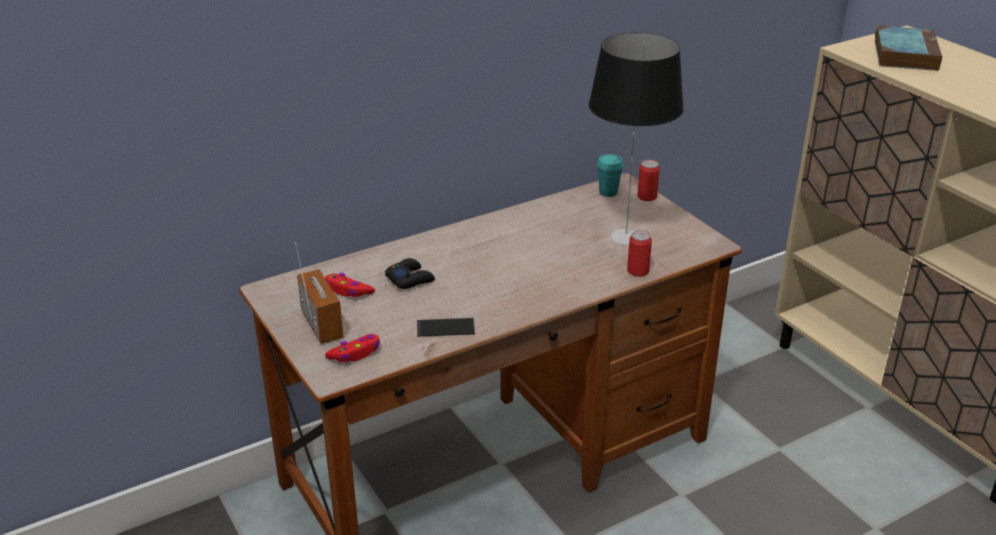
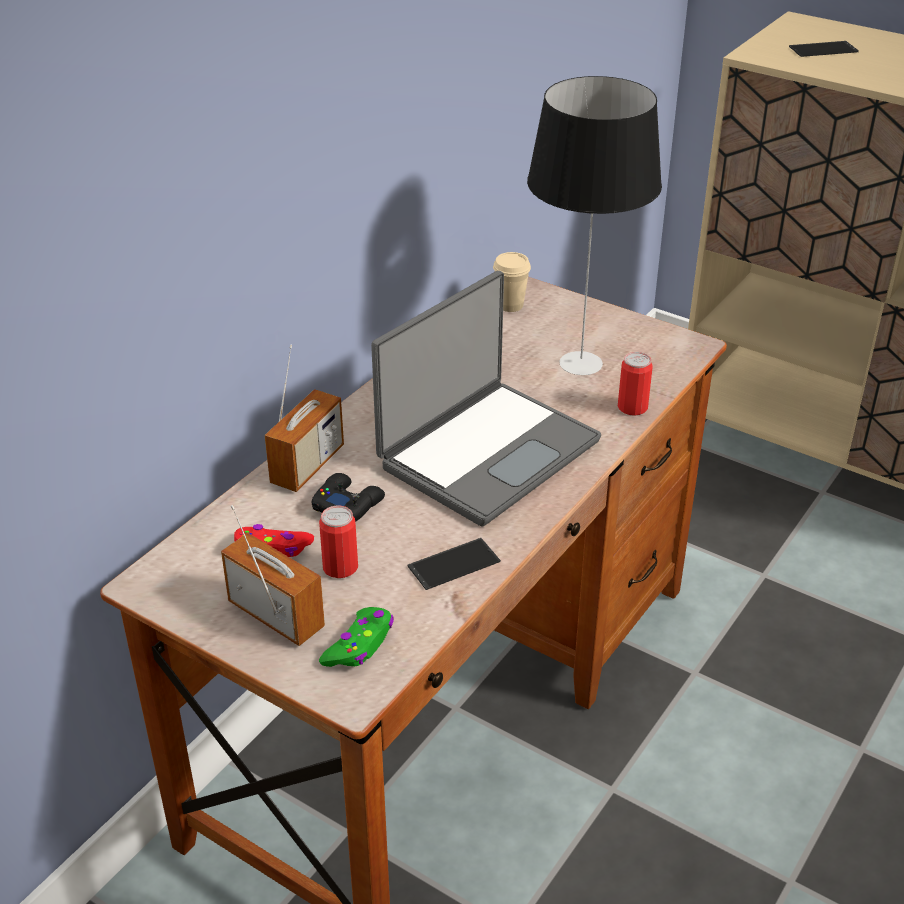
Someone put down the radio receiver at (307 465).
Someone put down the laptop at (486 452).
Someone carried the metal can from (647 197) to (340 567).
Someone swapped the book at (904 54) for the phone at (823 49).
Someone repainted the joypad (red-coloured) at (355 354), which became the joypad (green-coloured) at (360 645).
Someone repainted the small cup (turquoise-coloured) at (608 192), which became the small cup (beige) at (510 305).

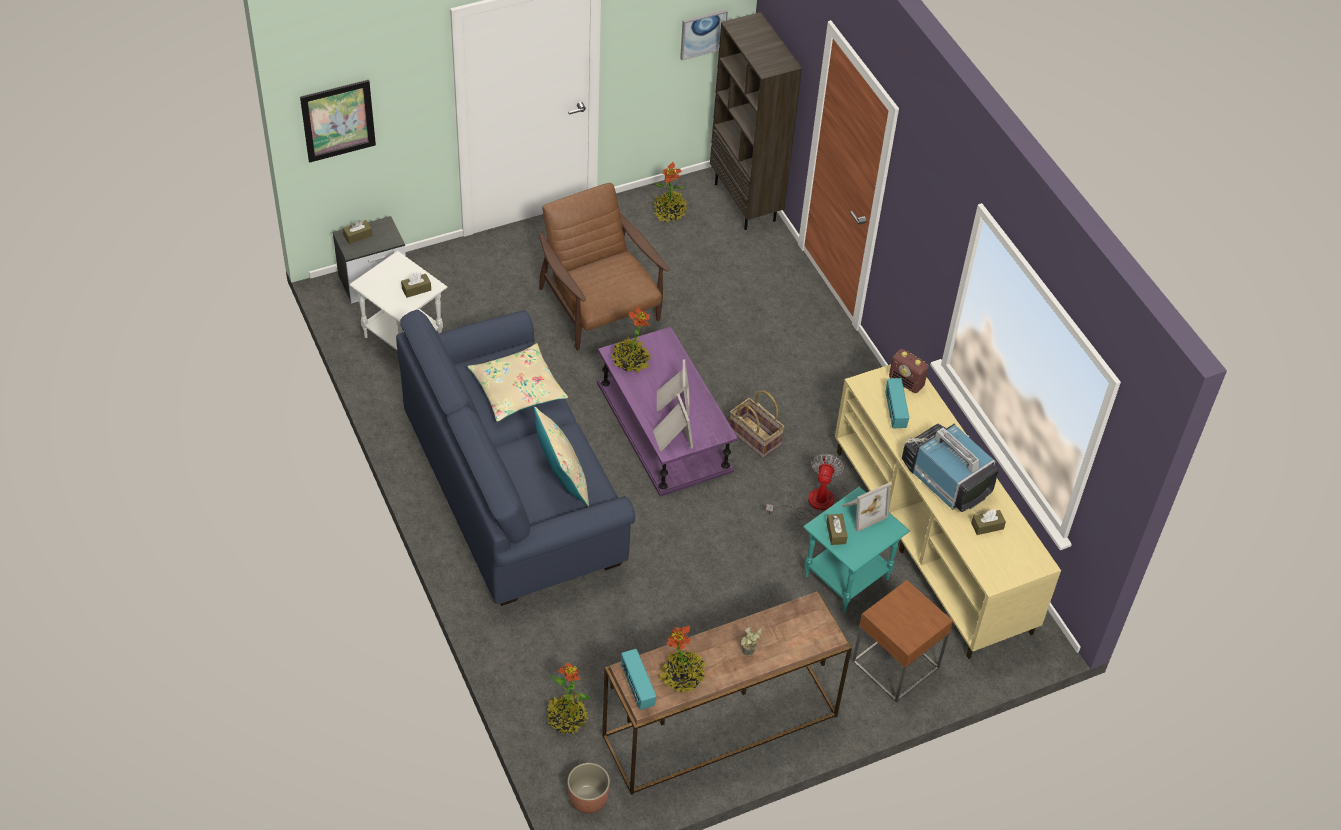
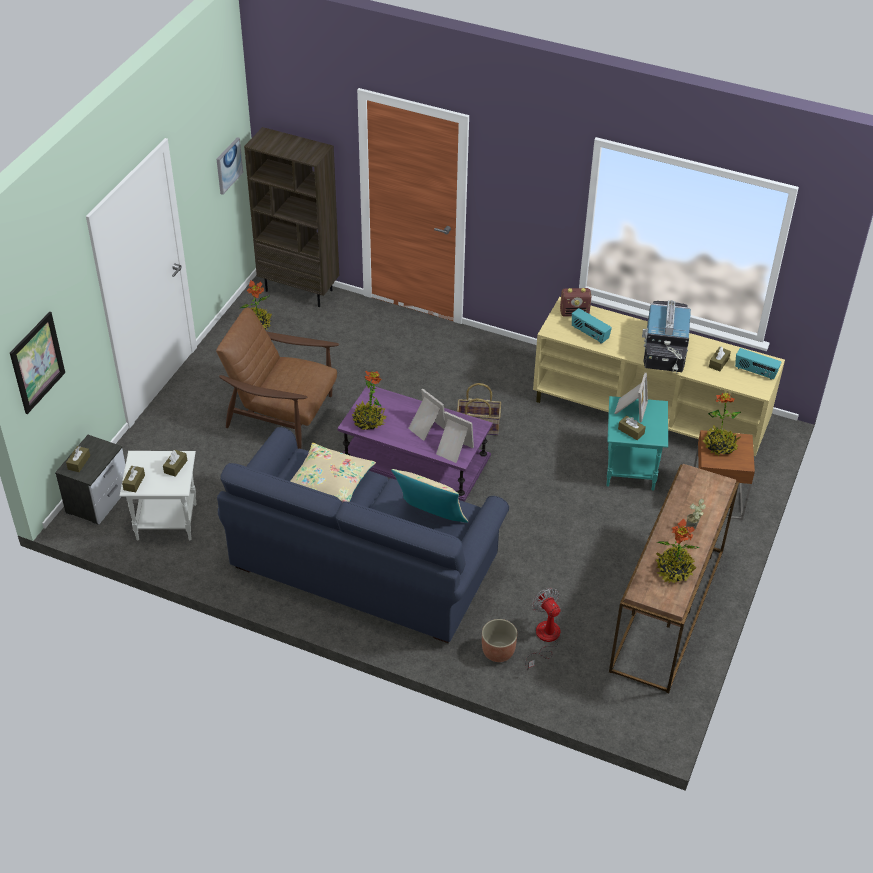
Someone put down the box of tissues (brown) at (134 482).
Someone carried the potted plant from (567 719) to (720 446).
Someone carried the plant pot from (587 799) to (498 651).
Someone carried the radio receiver from (637 688) to (755 372).
Someone carried the cooling fan from (811 503) to (544 639).
Someone rotated the TV set at (945 479) by 90 degrees counterclockwise.

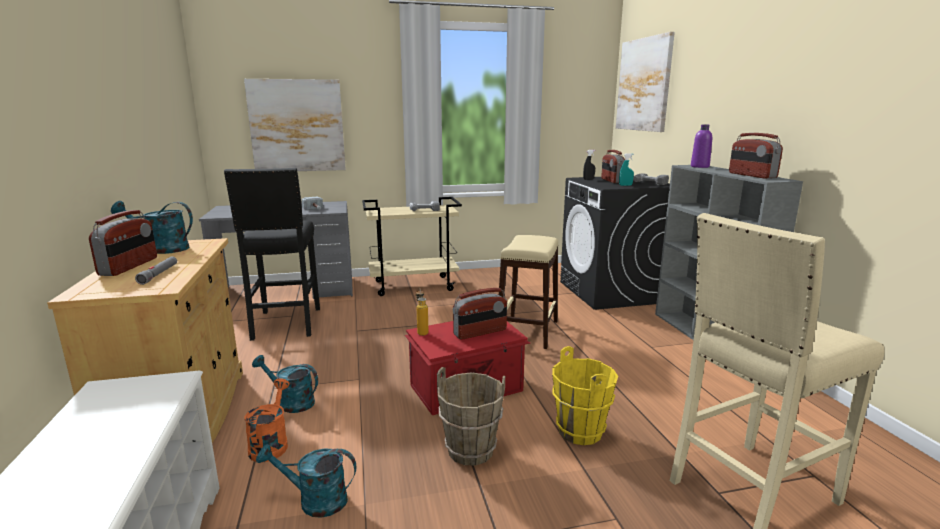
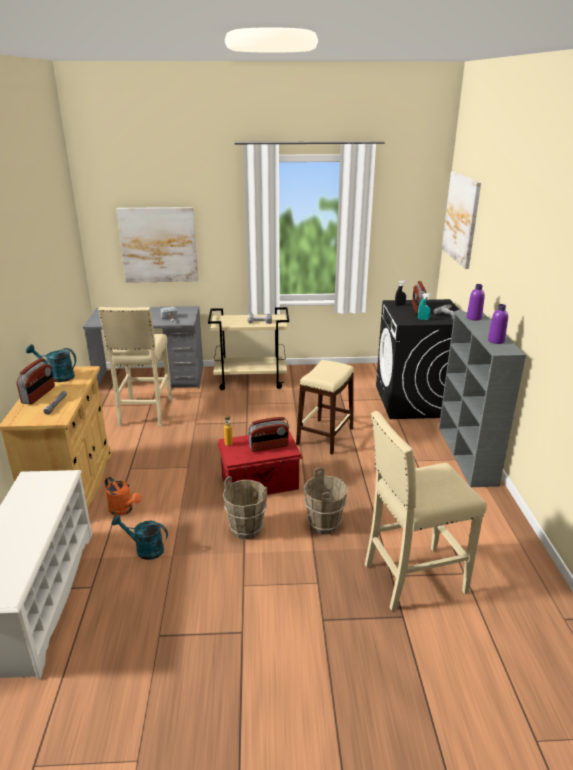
Someone took away the watering can (turquoise-coloured) at (291 402).
Someone swapped the radio receiver at (751 175) for the drink bottle (purple) at (496 341).
Someone repainted the stool seat (blackish) at (286 324), which became the stool seat (beige) at (145 413).
Someone repainted the pail (yellow-coloured) at (580 431), which became the pail (brown) at (324 524).
Someone rotated the watering can (orange-coloured) at (271 444) by 120 degrees clockwise.

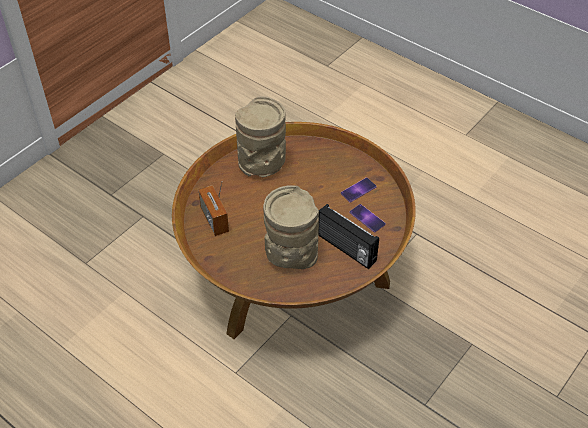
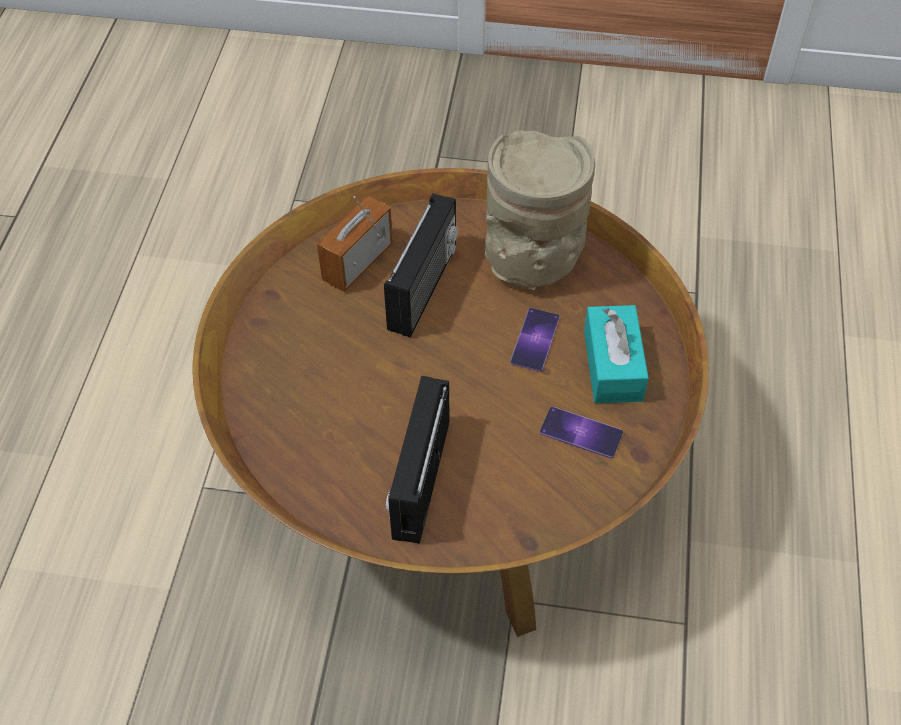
Someone took away the flower vase (beige) at (290 255).
Someone put down the radio receiver at (425 288).
Someone put down the box of tissues (turquoise-coloured) at (612 365).
Someone carried the phone from (367 218) to (535 340).

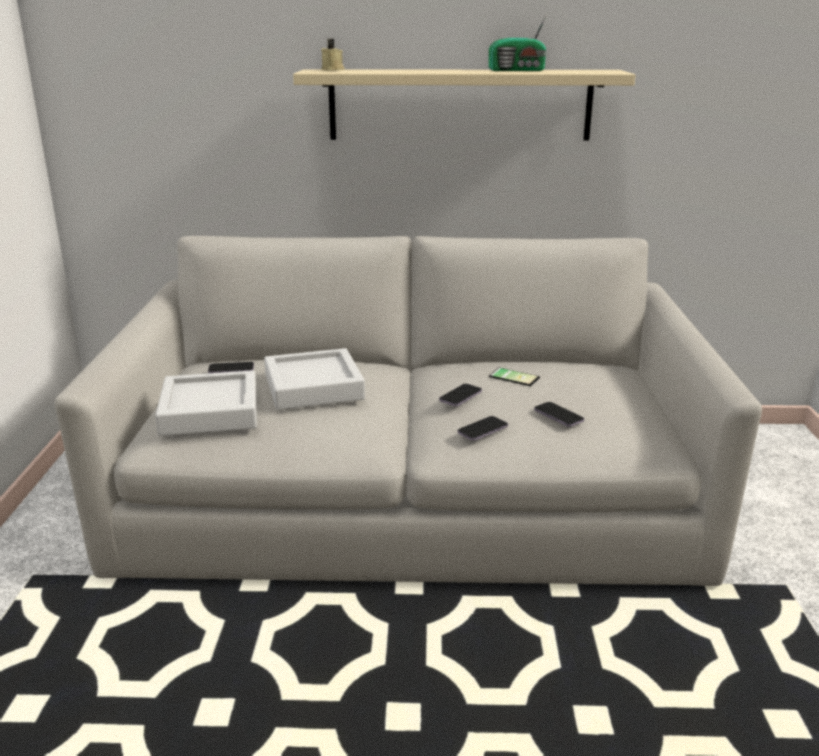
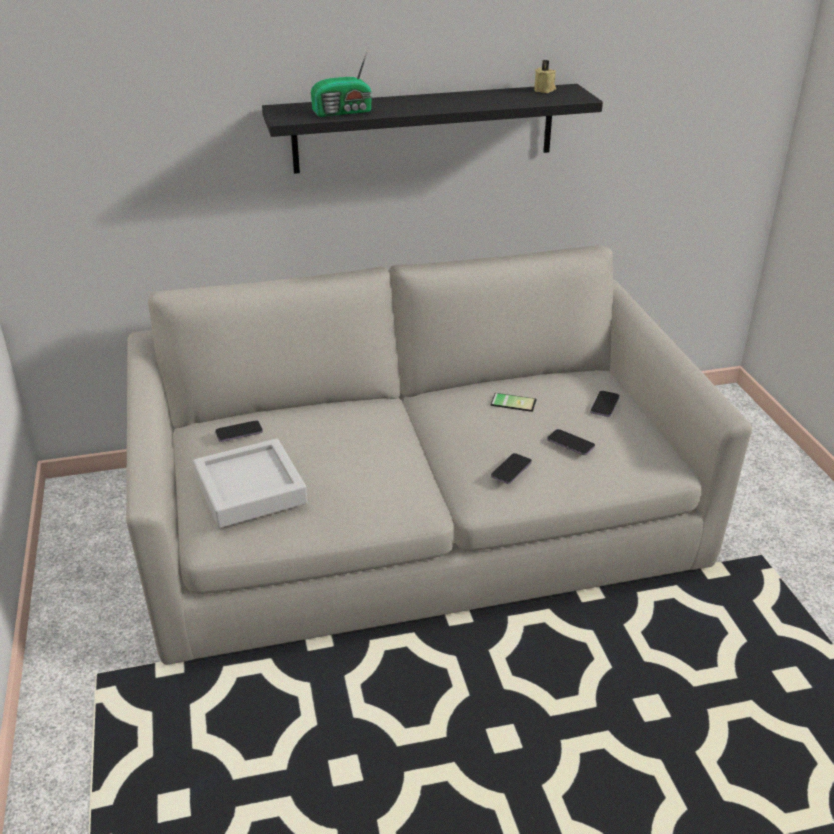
Someone took away the serving tray (gray) at (313 387).
Someone carried the wax light (beige) from (333 70) to (545 90).
Someone carried the phone from (460 396) to (604 405).
Someone carried the radio receiver from (518 70) to (344 112).
Someone repainted the wall shelf (beige) at (460 105), which became the wall shelf (blackish) at (424 128).

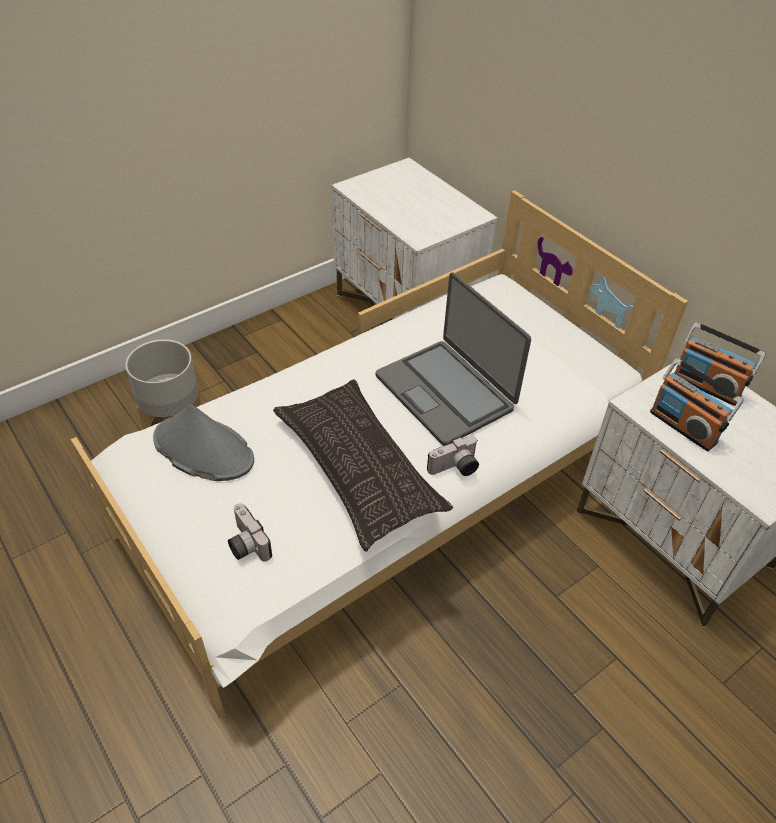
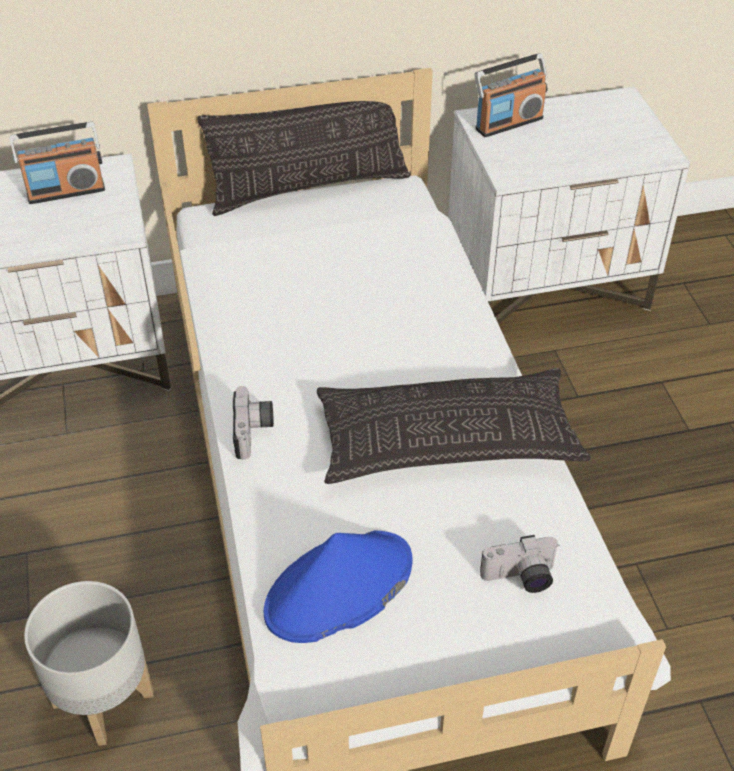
Someone took away the laptop at (446 392).
Someone put down the pillow at (309 188).
Someone carried the photo camera from (455 469) to (254 432).
Someone carried the radio receiver from (683 427) to (66 191).
Someone repainted the clothing hat (gray) at (202 449), which became the clothing hat (blue-coloured) at (339 588).

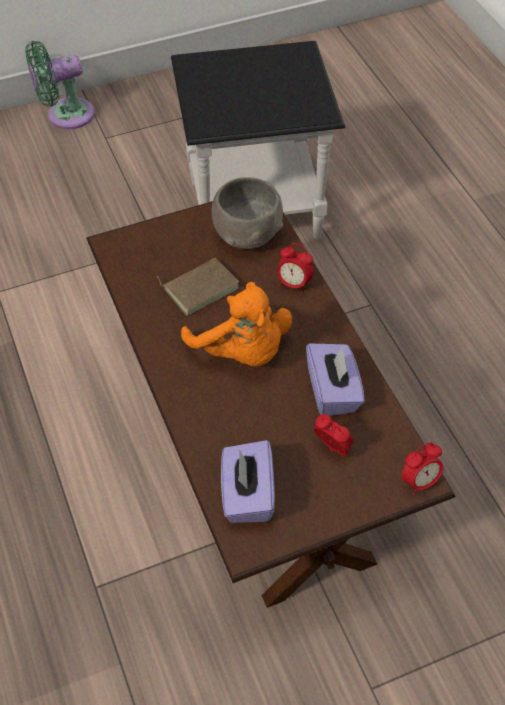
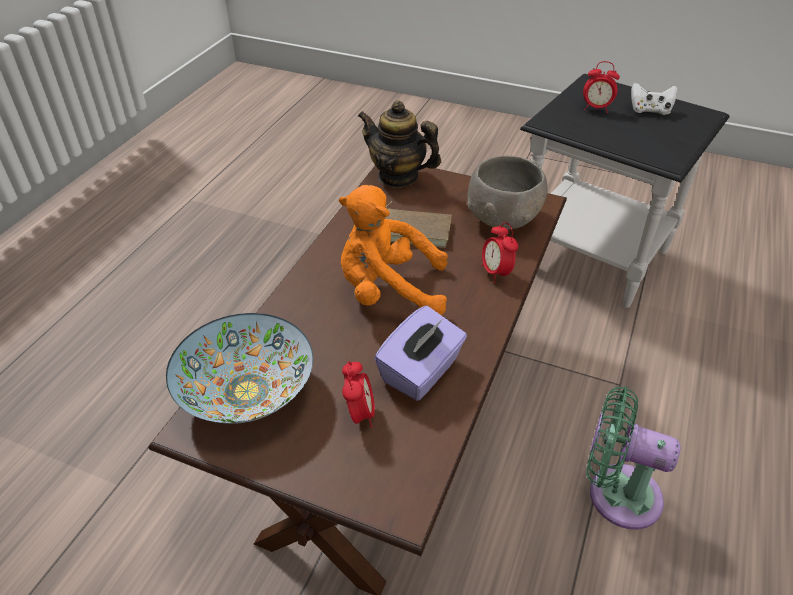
Someone put down the pot for tea at (398 176).
Someone put down the joypad (whitish) at (650 110).
Someone carried the cooling fan (green-coloured) from (65 115) to (616 493).
Someone carried the alarm clock from (419 481) to (596 109).
Someone swapped the box of tissues (purple) at (247 495) for the deep dish at (246 392).
Someone rotated the soft toy (orange-coloured) at (242 351) by 90 degrees clockwise.

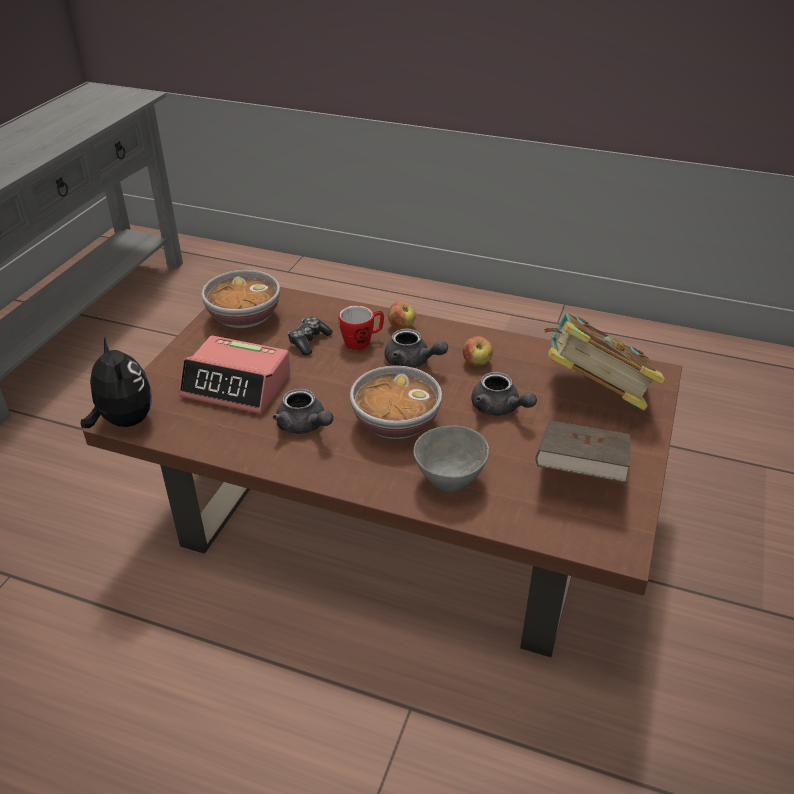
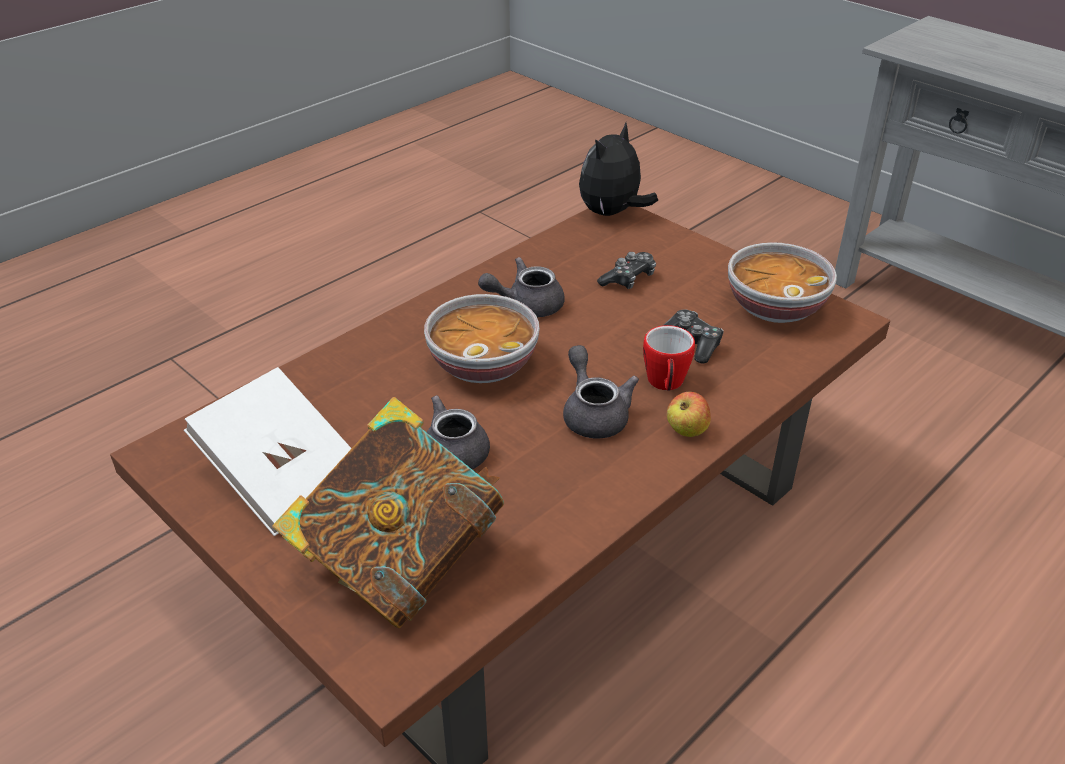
Someone took away the deep dish (gray) at (449 480).
Someone took away the whole apple at (477 363).
Someone swapped the alarm clock at (237 385) for the joypad at (628 279).
Someone repainted the book (brown) at (580 471), which became the book (whitish) at (283 476).
Someone rotated the soft toy at (124 420) by 135 degrees clockwise.
Someone rotated the pot for tea (gray) at (412 362) by 105 degrees clockwise.

